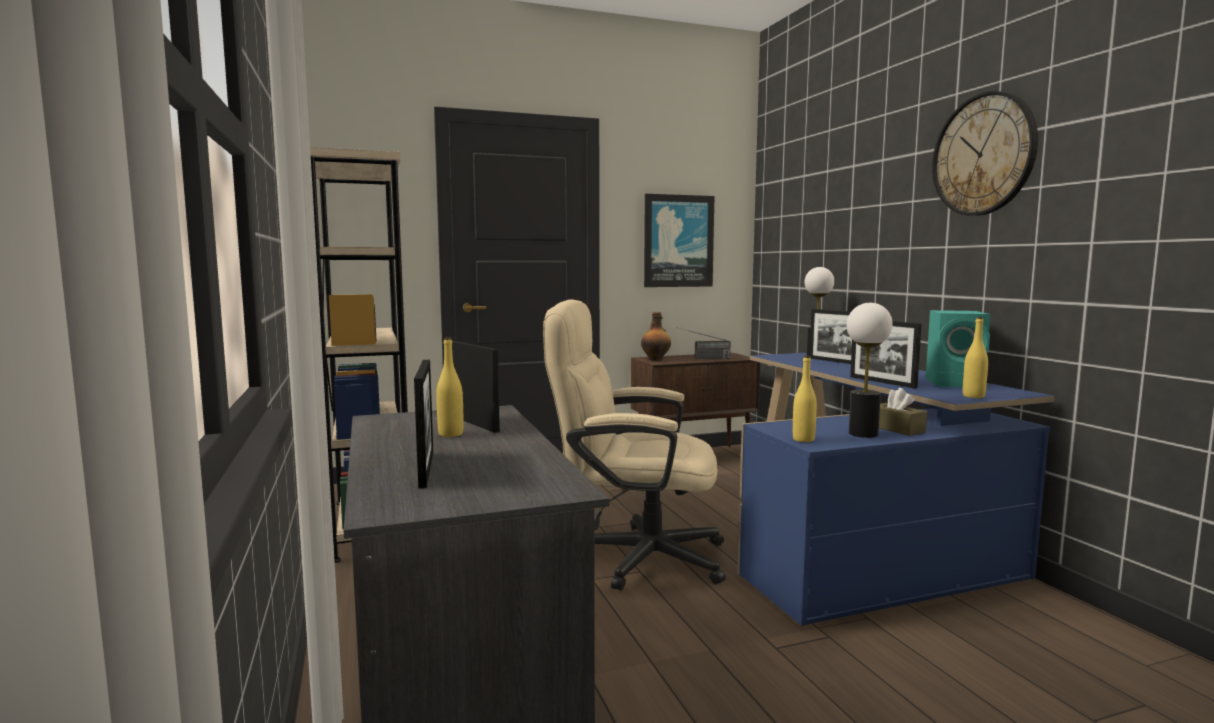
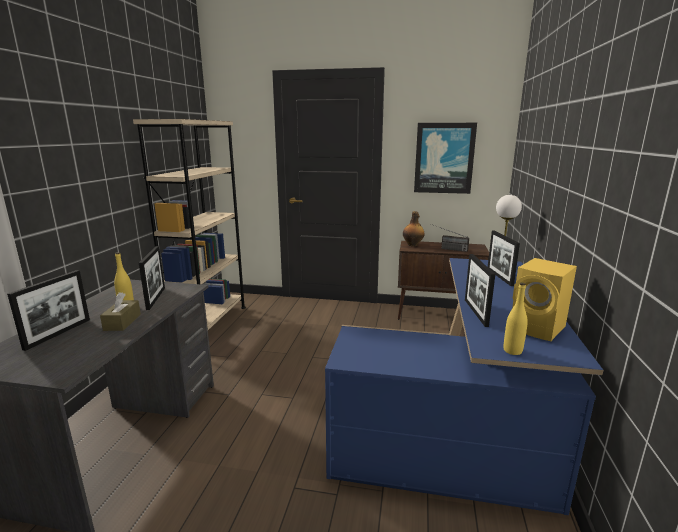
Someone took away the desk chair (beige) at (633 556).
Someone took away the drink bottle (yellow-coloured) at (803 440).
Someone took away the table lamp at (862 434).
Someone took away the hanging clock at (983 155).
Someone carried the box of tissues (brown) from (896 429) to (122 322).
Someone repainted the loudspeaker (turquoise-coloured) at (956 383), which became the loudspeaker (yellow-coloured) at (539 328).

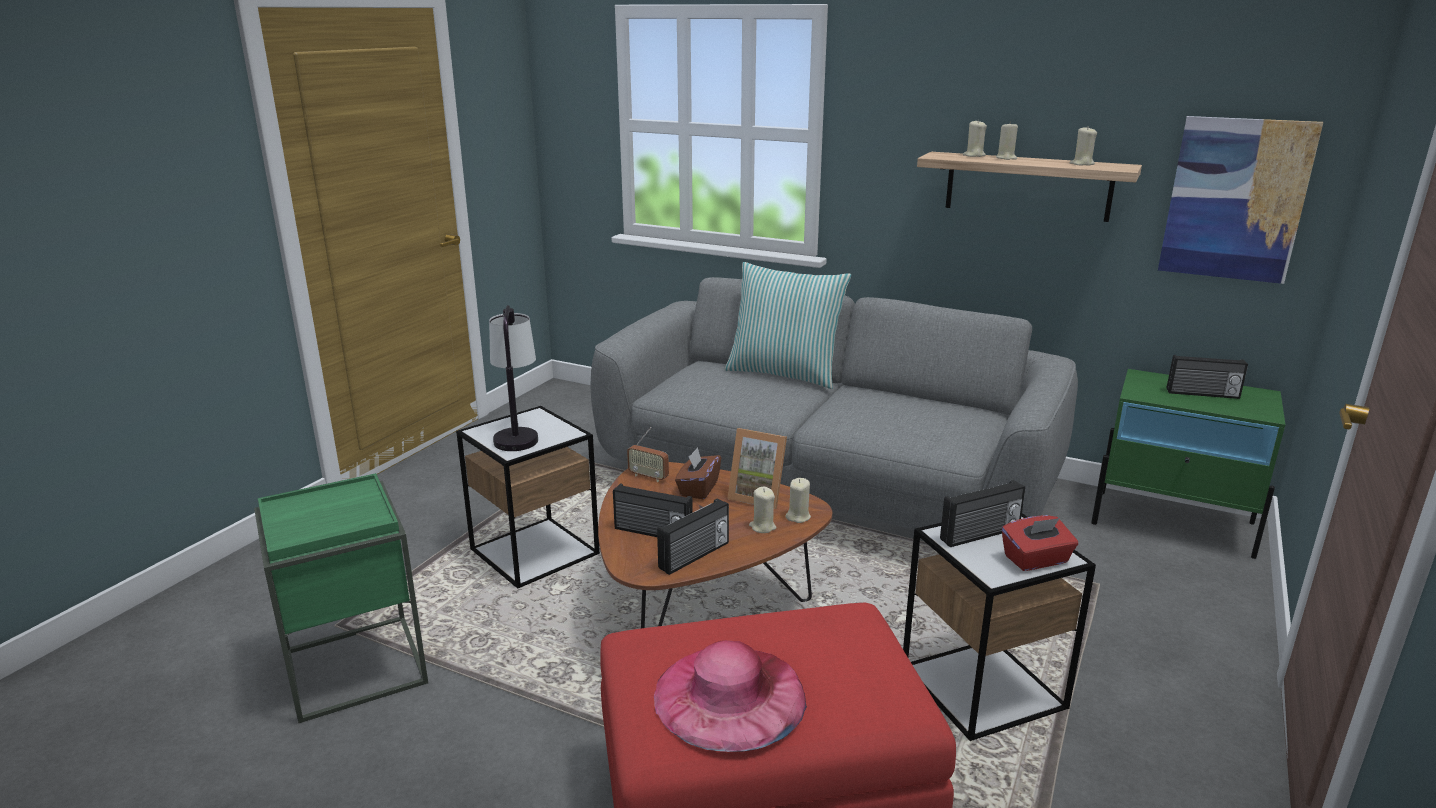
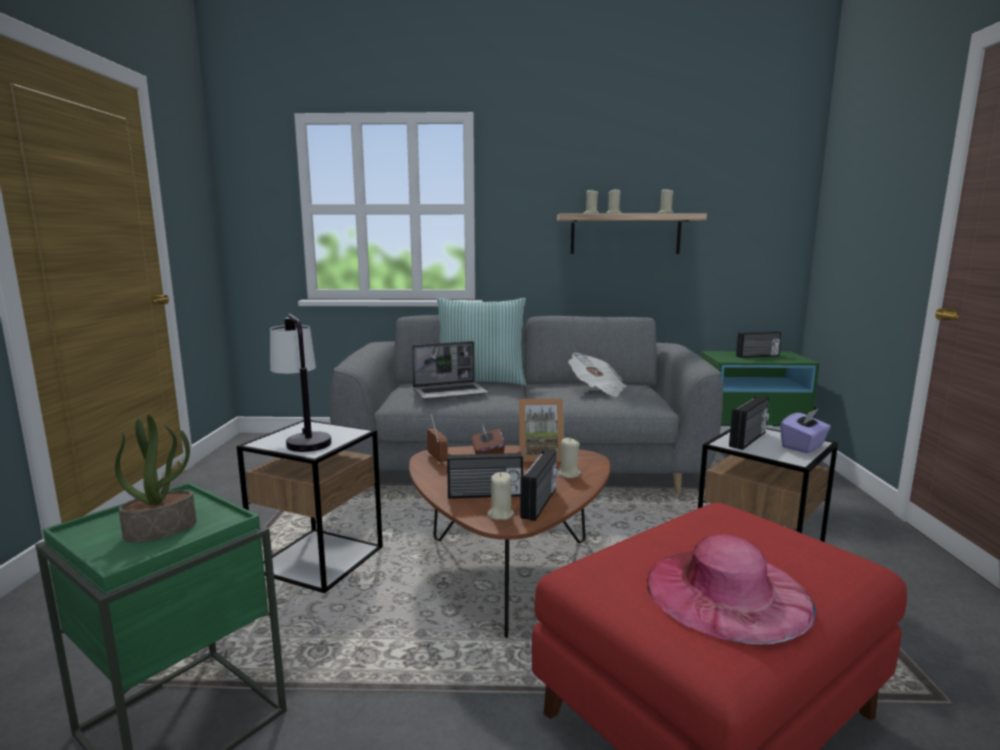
Someone took away the picture at (1235 199).
Someone put down the potted plant at (161 529).
Someone put down the laptop at (450 392).
Someone put down the daily paper at (597 390).
Someone carried the wax light (beige) from (798 517) to (500 514).
Someone repainted the box of tissues (red-coloured) at (1036 560), which became the box of tissues (purple) at (803 446).
Someone rotated the radio receiver at (648 477) by 120 degrees counterclockwise.

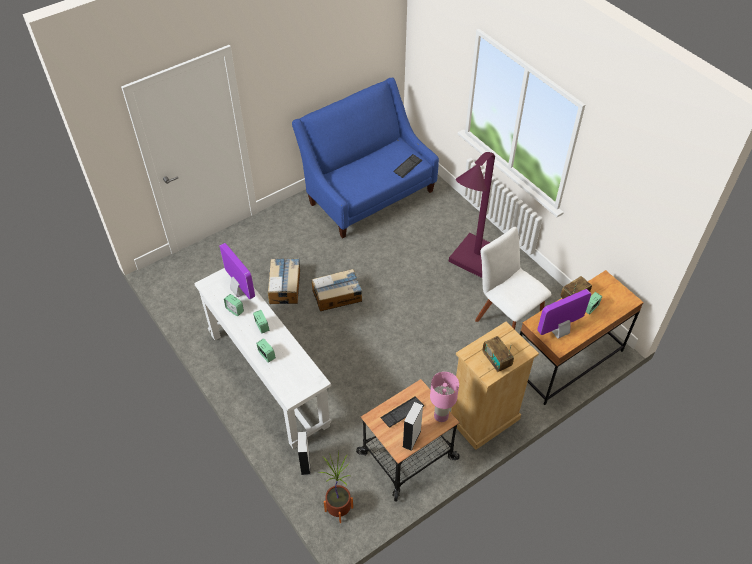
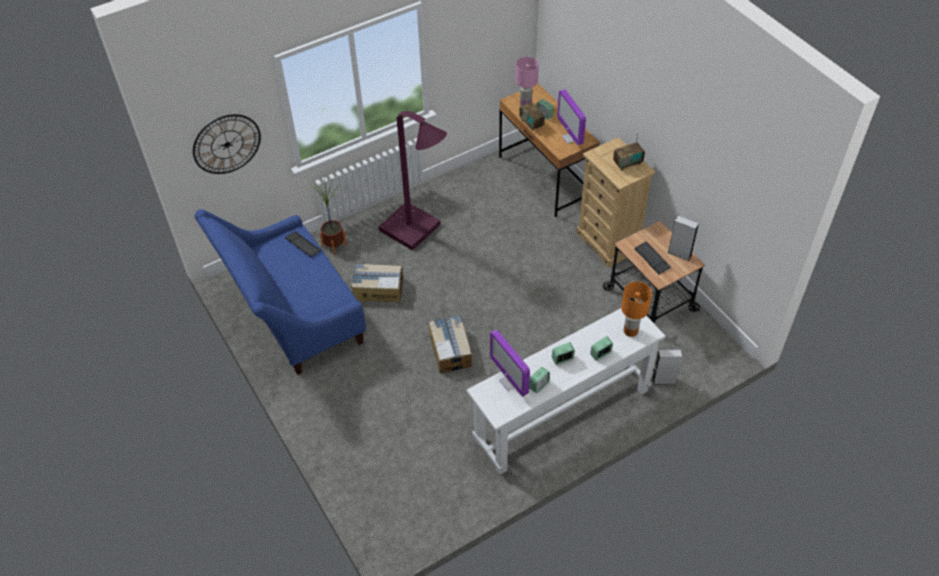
Someone took away the upright chair (whitish) at (506 319).
Someone put up the hanging clock at (227 144).
Someone put down the table lamp (orange-coloured) at (630 331).
Someone carried the packing box from (285 286) to (378 288).
Someone carried the potted plant from (339 509) to (334 245).
Someone carried the table lamp (pinkish) from (441 415) to (525 104).
Someone rotated the computer display at (240 290) by 90 degrees counterclockwise.

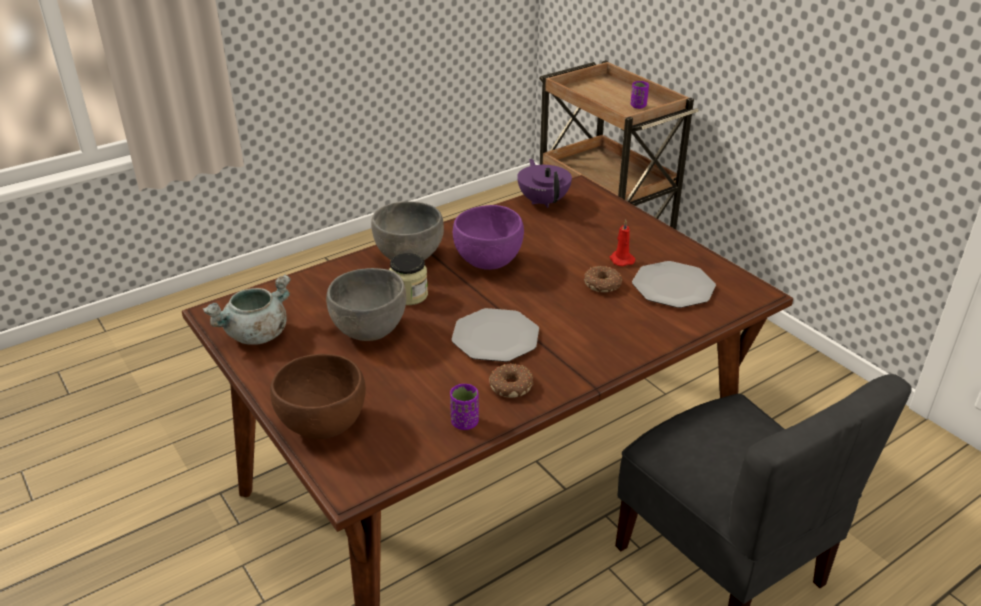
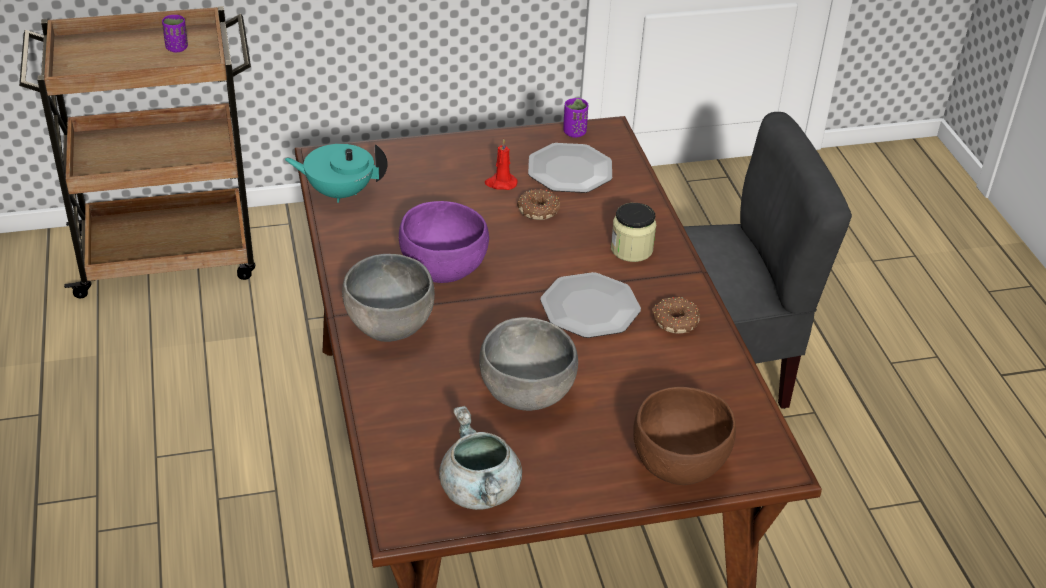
Someone carried the preserve jar from (409 295) to (631 249).
Someone carried the small cup (purple) from (464 422) to (574 132).
Someone repainted the pot for tea (purple) at (543 201), which became the pot for tea (turquoise-coloured) at (339 192).

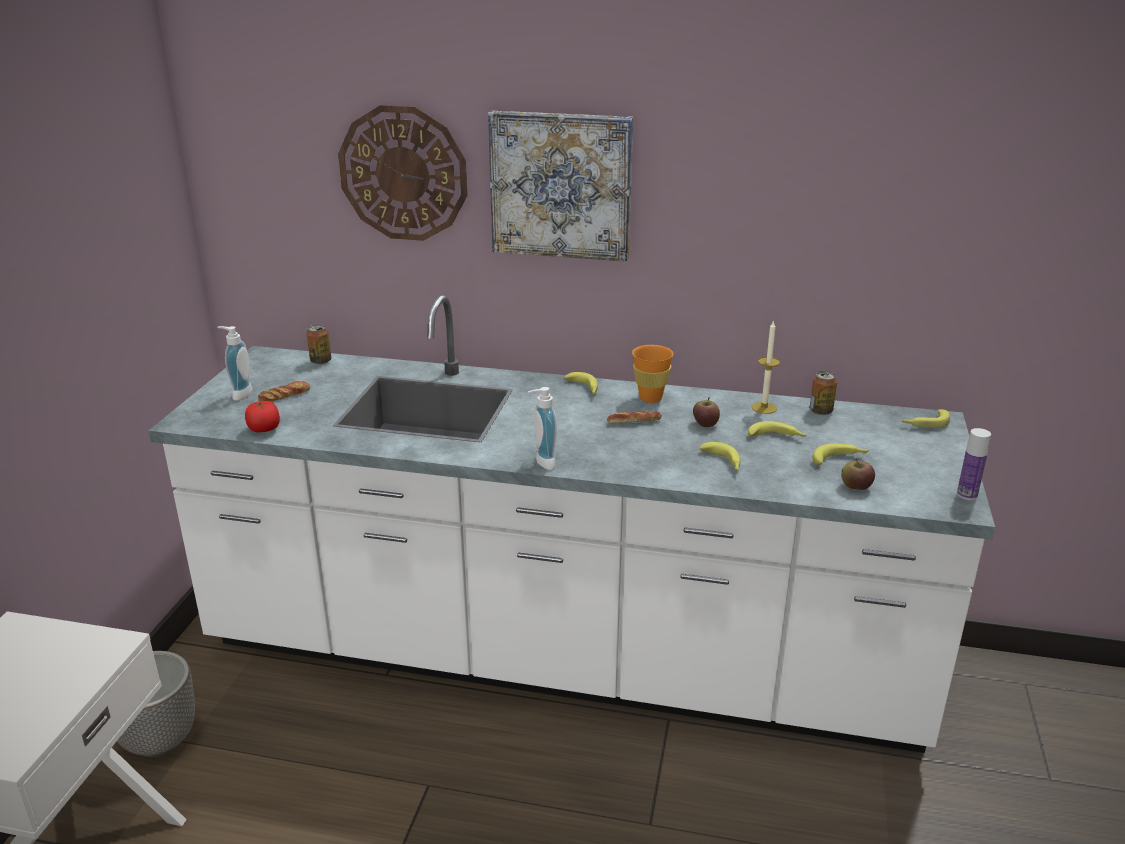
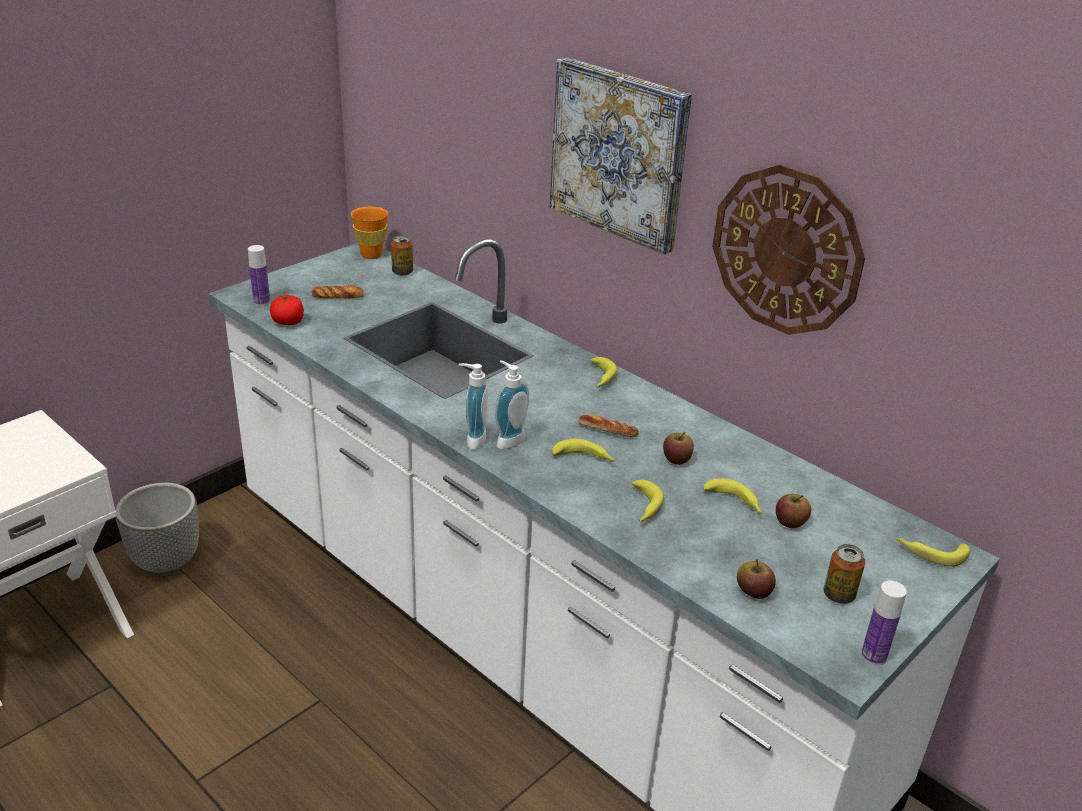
Someone took away the wax light at (764 408).
Someone put down the drink bottle at (261 302).
Someone put down the whole apple at (790 522).
Someone carried the soap dispenser from (239 394) to (508 439).
Someone carried the hanging clock from (403 173) to (786 251).
Someone carried the small cup (orange-coloured) from (650 398) to (371 255).
Someone carried the metal can from (821 411) to (838 595).
Someone carried the whole banana from (839 459) to (584 459).

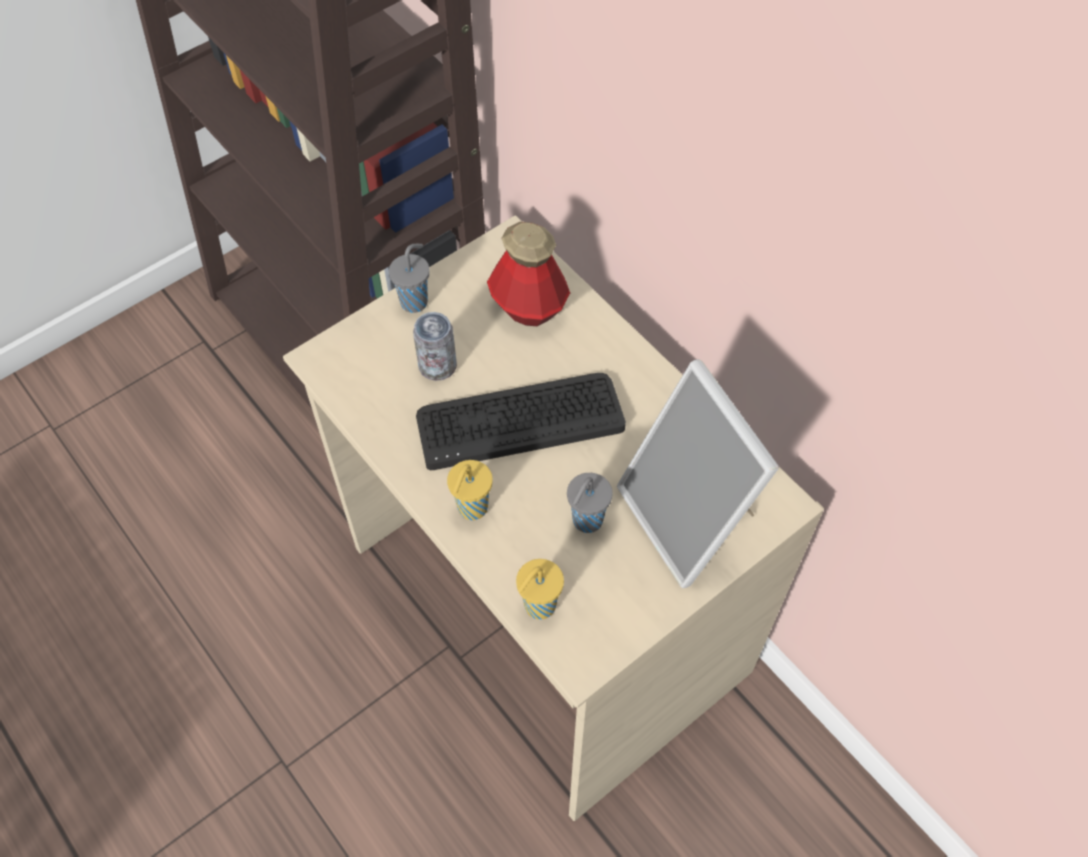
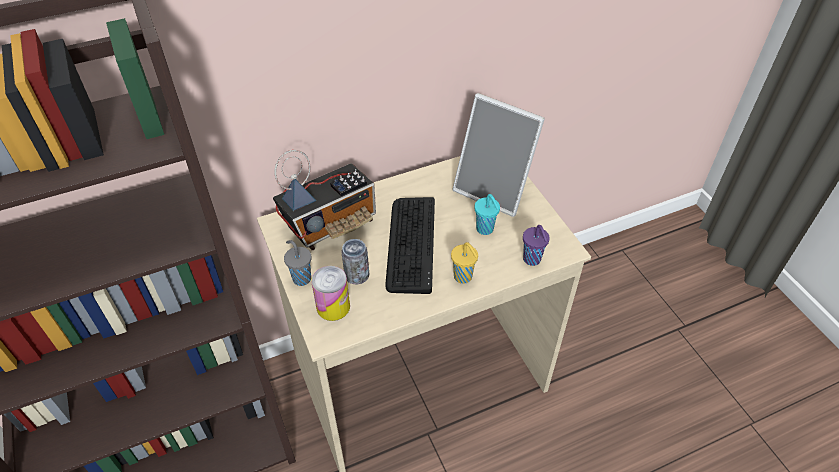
Someone put down the metal can at (333 306).
Someone swapped the drink bottle at (528 307) for the radio receiver at (332 224).
Someone repainted the small cup (yellow-coloured) at (538 606), which became the small cup (purple) at (532 260).
Someone repainted the small cup (gray) at (586 521), which became the small cup (turquoise-coloured) at (485 229).
Someone rotated the standing frame at (690 518) by 45 degrees clockwise.

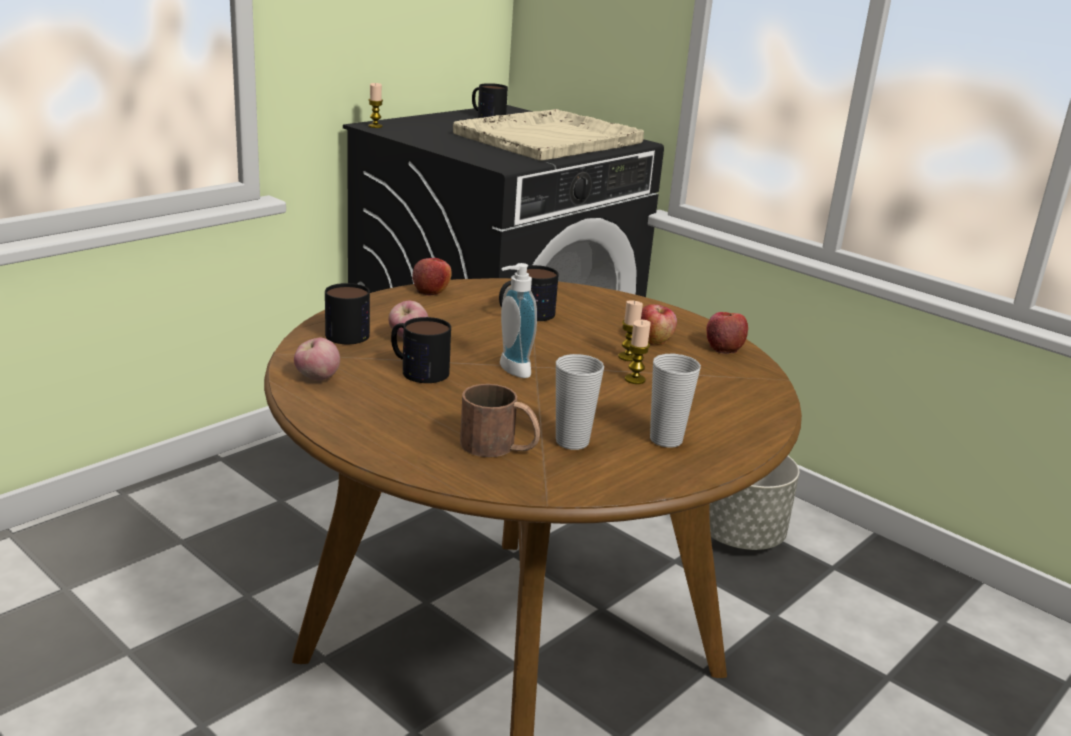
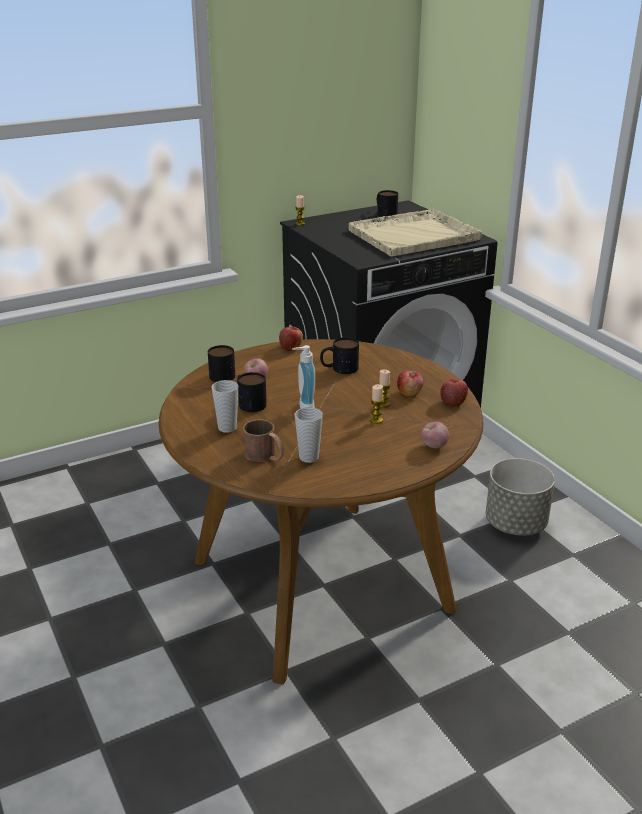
Someone carried the whole apple from (317 378) to (434 446).
Someone carried the small cup from (666 440) to (227 428).

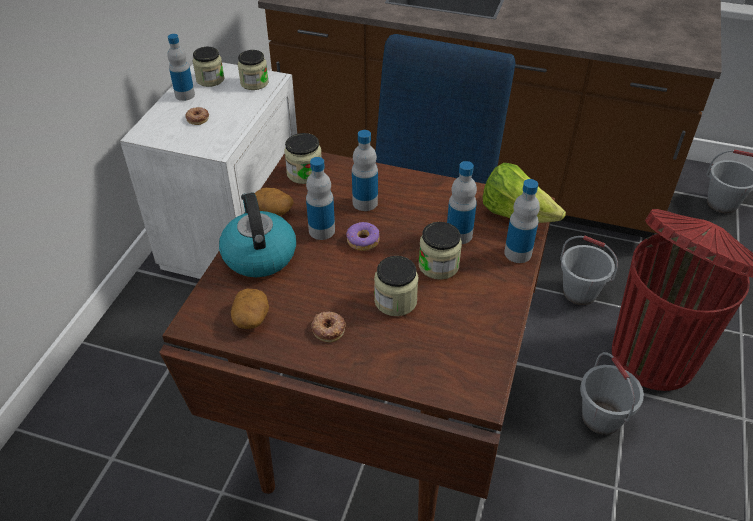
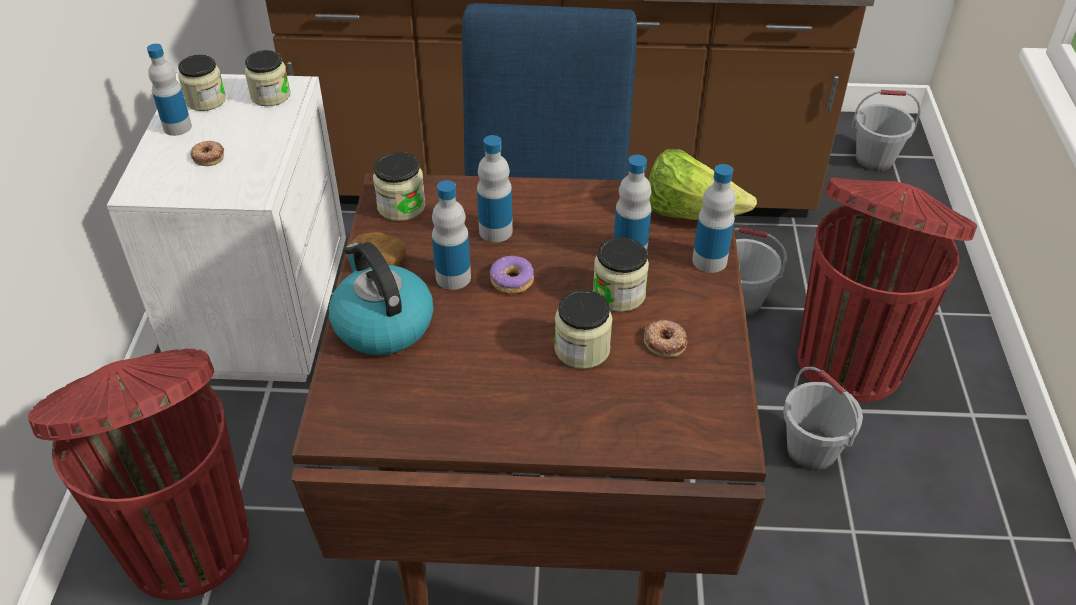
Someone took away the whole potato at (251 318).
Someone put down the waste bin (red-coloured) at (186 541).
Someone carried the ring doughnut from (328 328) to (665 341).

